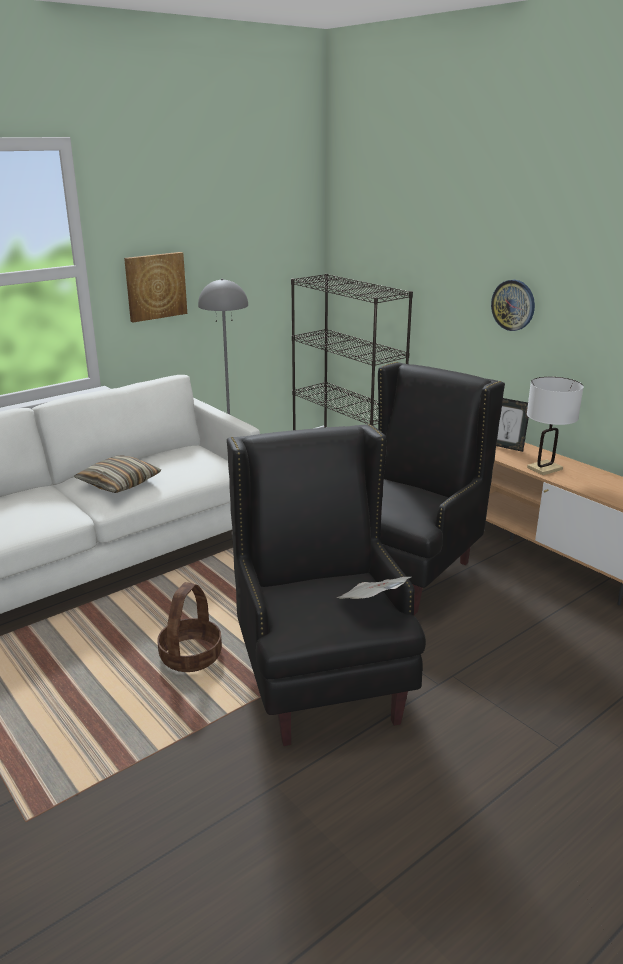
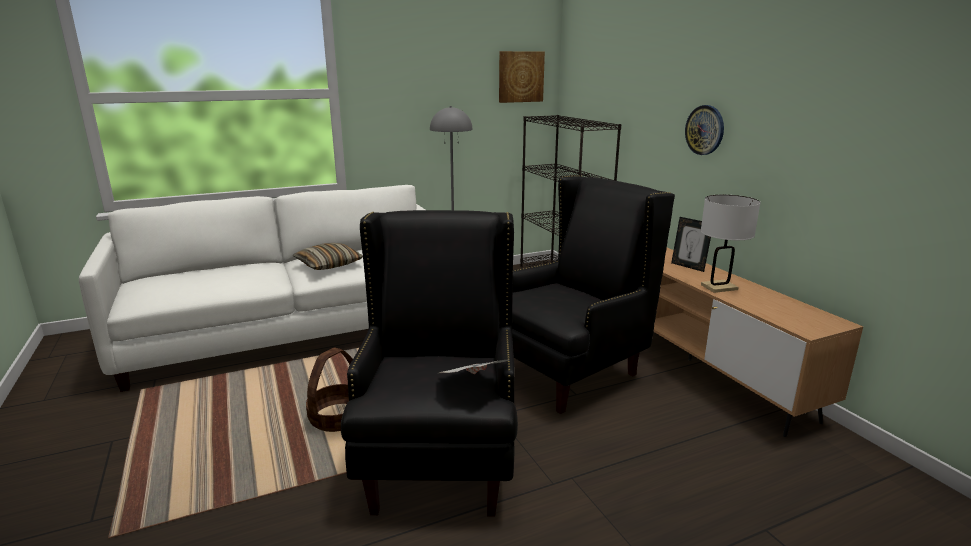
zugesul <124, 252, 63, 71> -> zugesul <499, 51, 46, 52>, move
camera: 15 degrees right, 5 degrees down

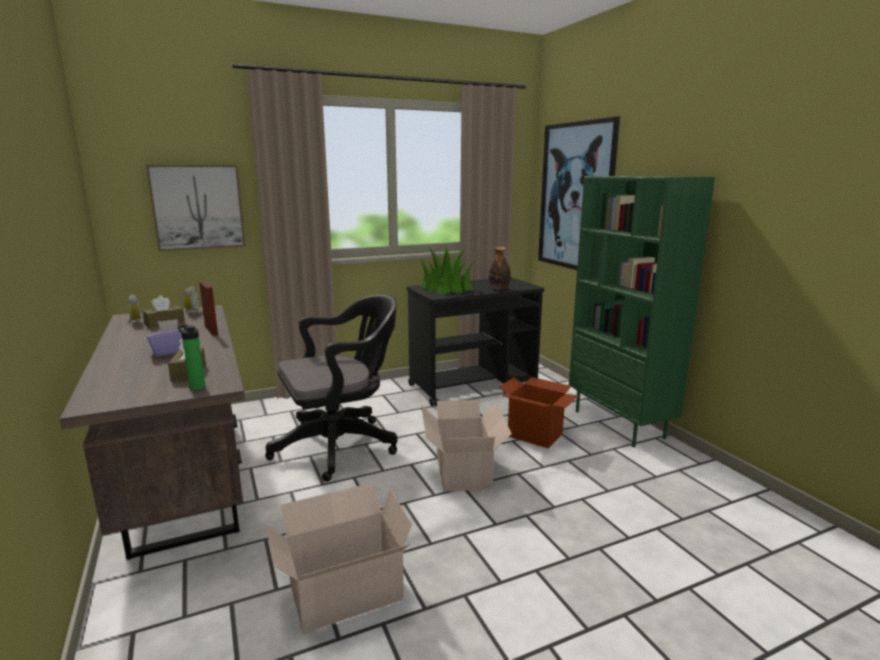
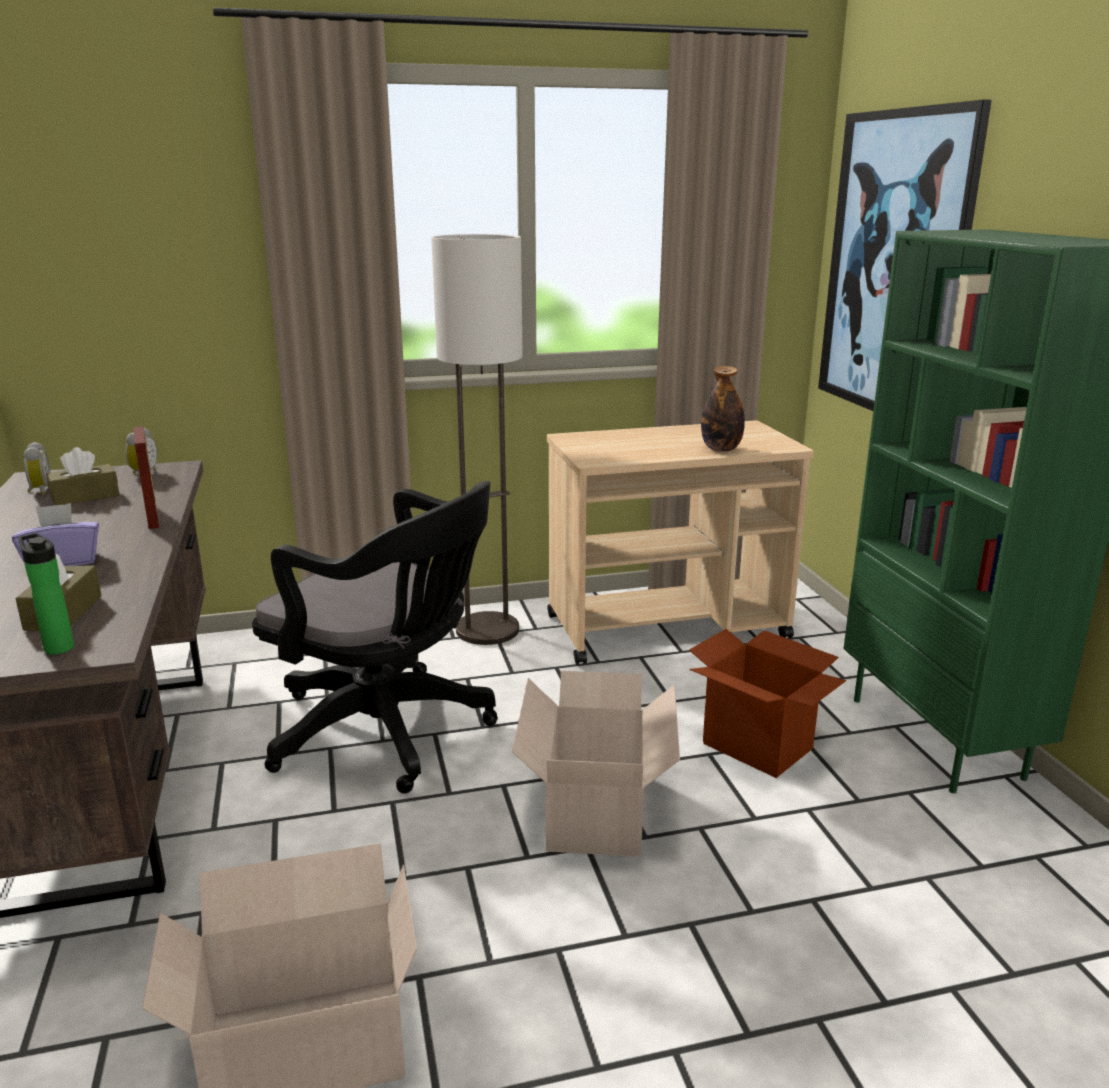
zugesul <146, 165, 99, 86> -> none
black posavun <265, 294, 133, 188> -> black posavun <252, 481, 246, 313>, 45 degrees clockwise
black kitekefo <407, 277, 137, 129> -> beige kitekefo <547, 420, 267, 244>
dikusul <420, 245, 54, 49> -> none
none -> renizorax <431, 234, 92, 411>
camera: 10 degrees right, 5 degrees up

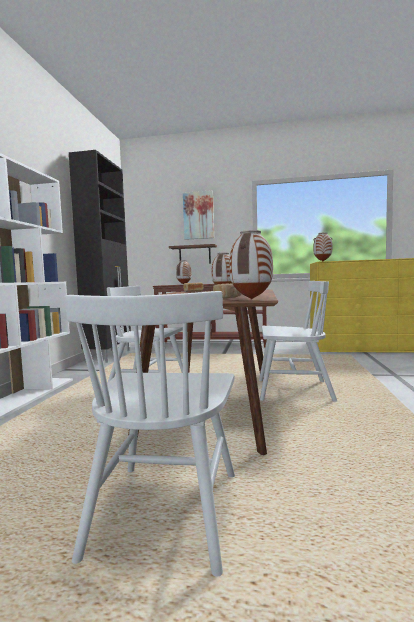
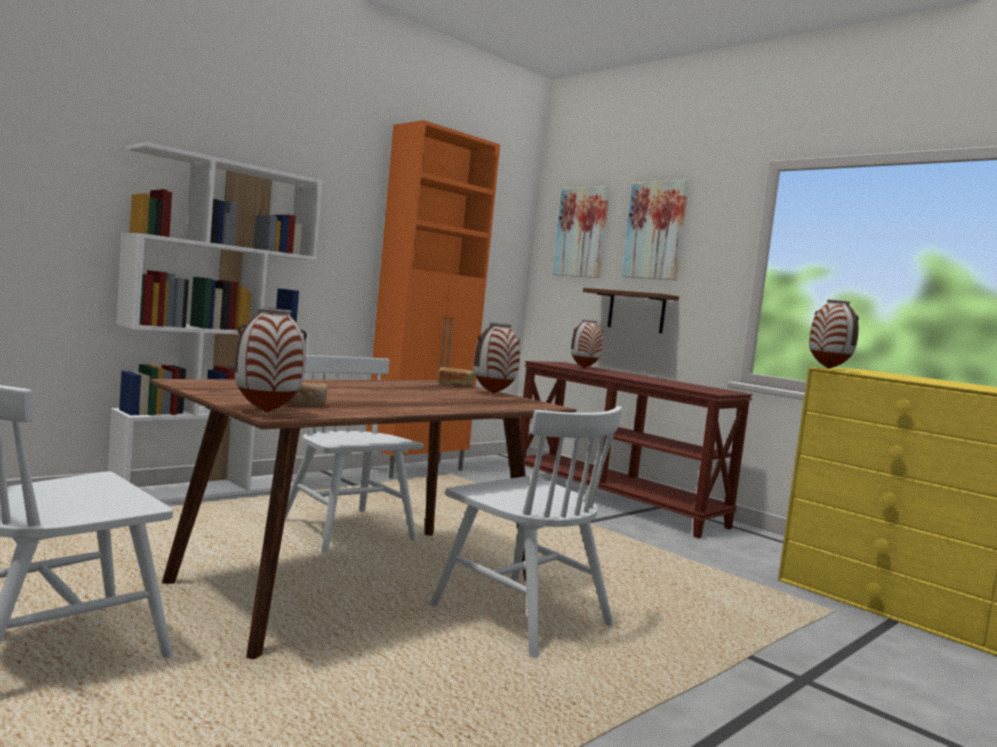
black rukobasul <69, 150, 62, 213> -> orange rukobasul <366, 120, 134, 358>
none -> zugesul <552, 186, 58, 92>
camera: 35 degrees right, 0 degrees up

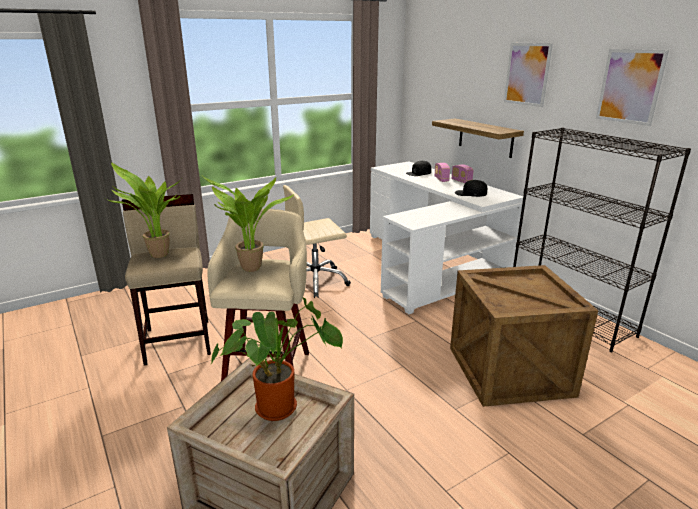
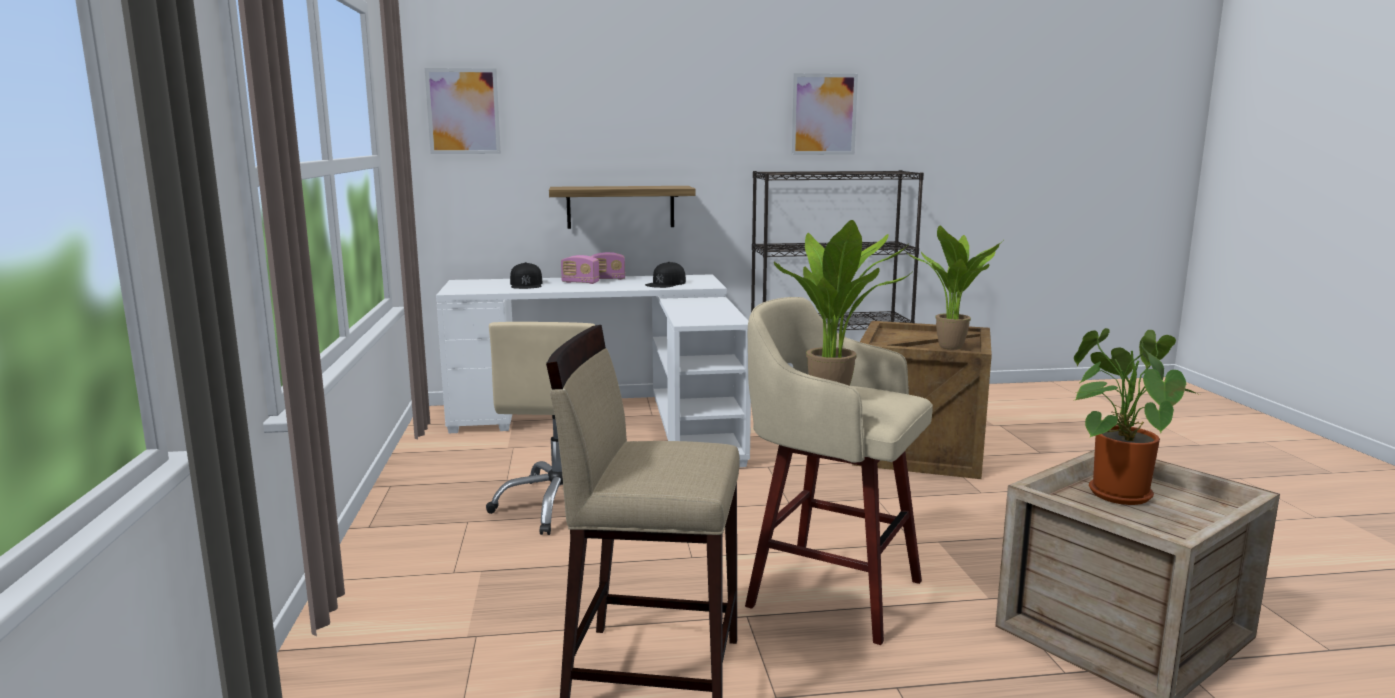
dikusul <106, 163, 75, 95> -> dikusul <905, 226, 97, 124>, move
zugesul <504, 43, 49, 64> -> zugesul <425, 68, 76, 86>, move
camera: 65 degrees left, 10 degrees down

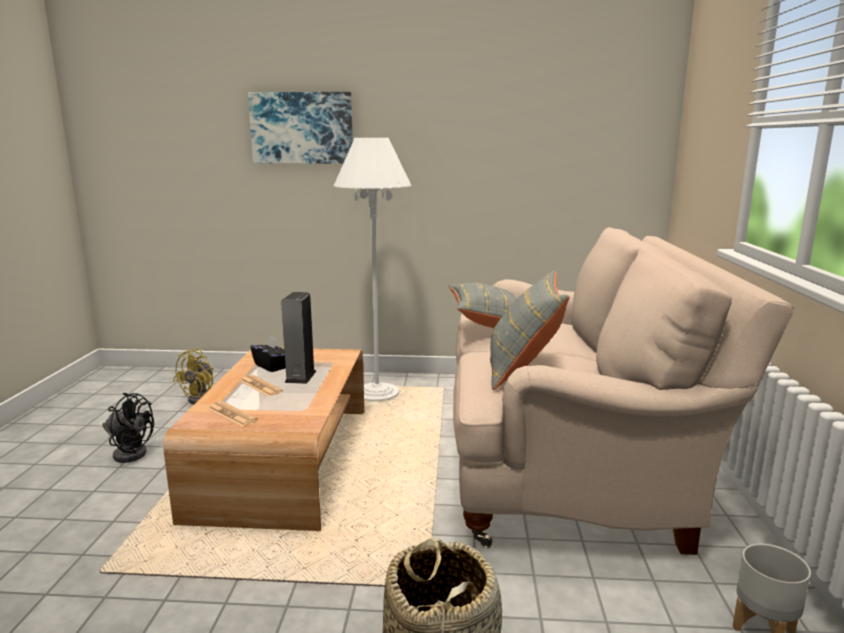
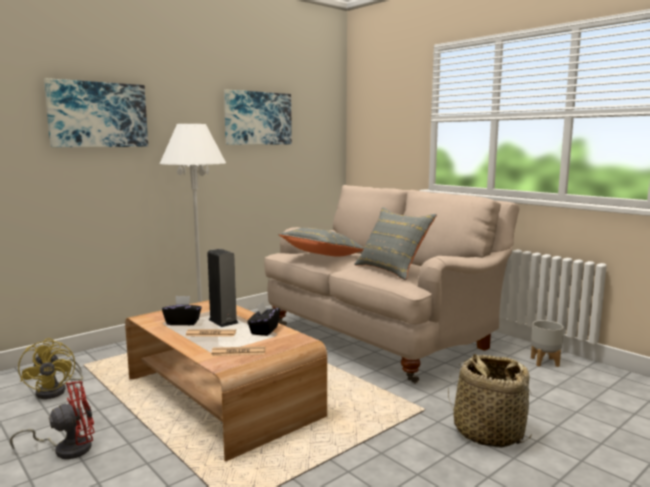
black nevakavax <102, 393, 52, 70> -> red nevakavax <10, 381, 85, 78>
none -> zugesul <224, 89, 68, 56>
none -> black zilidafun <247, 301, 33, 35>
camera: 45 degrees left, 5 degrees down

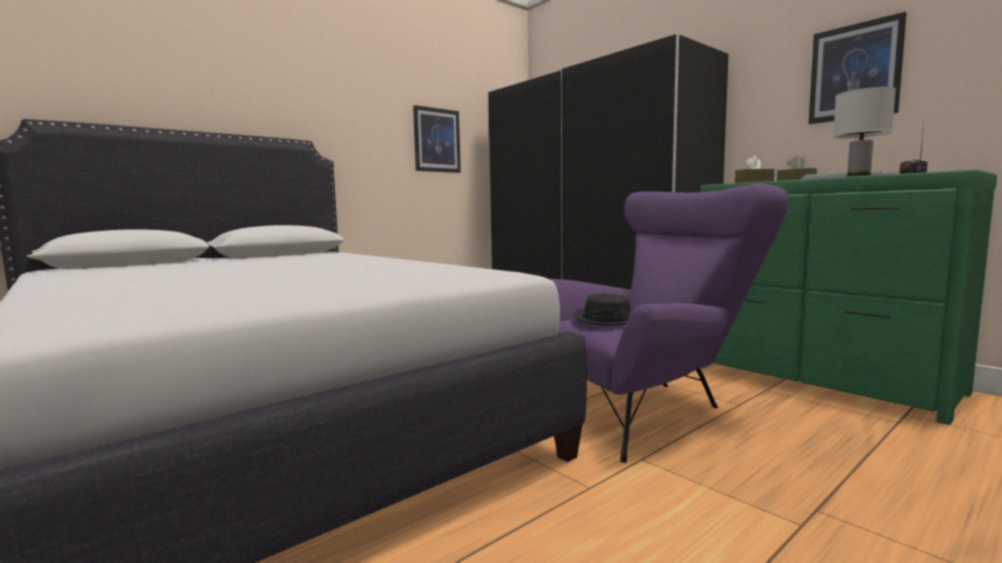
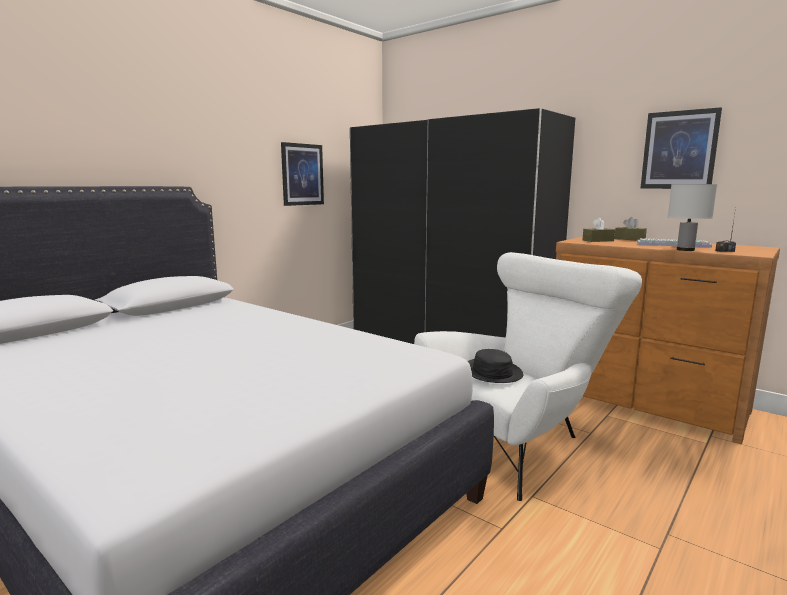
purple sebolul <550, 184, 239, 279> -> white sebolul <414, 252, 228, 249>
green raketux <700, 169, 297, 256> -> brown raketux <556, 236, 224, 208>
camera: 10 degrees left, 5 degrees up

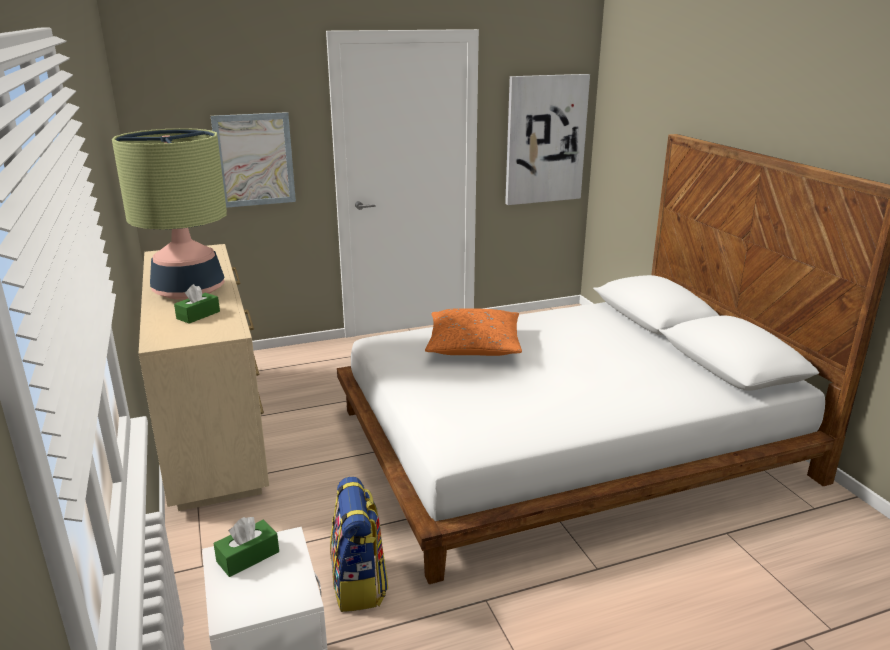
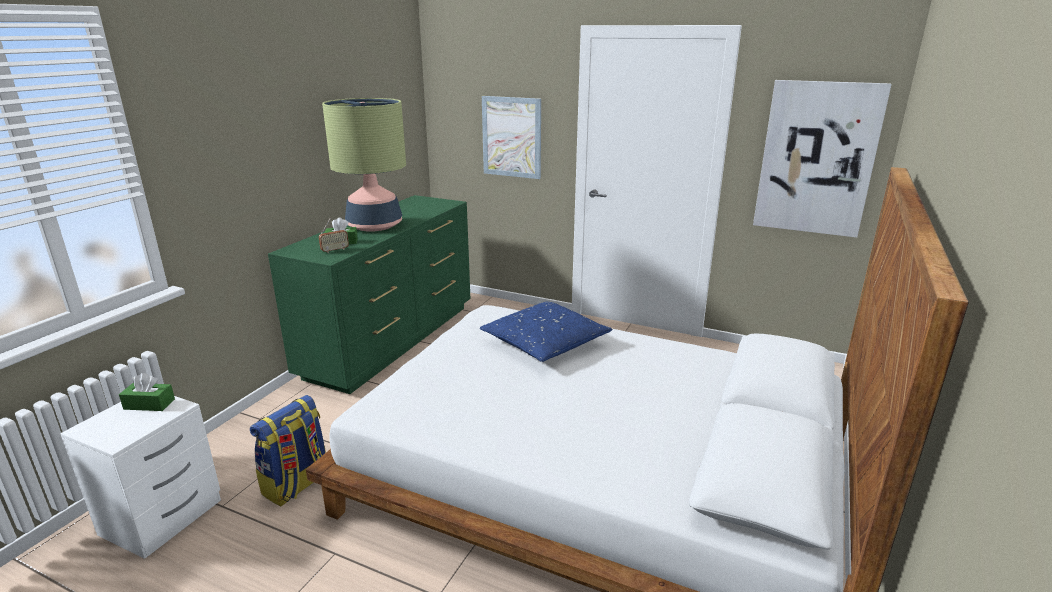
beige raketux <139, 244, 130, 267> -> green raketux <268, 195, 203, 199>
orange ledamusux <425, 308, 97, 48> -> blue ledamusux <480, 302, 132, 60>
none -> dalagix <319, 218, 30, 35>
camera: 45 degrees right, 0 degrees up

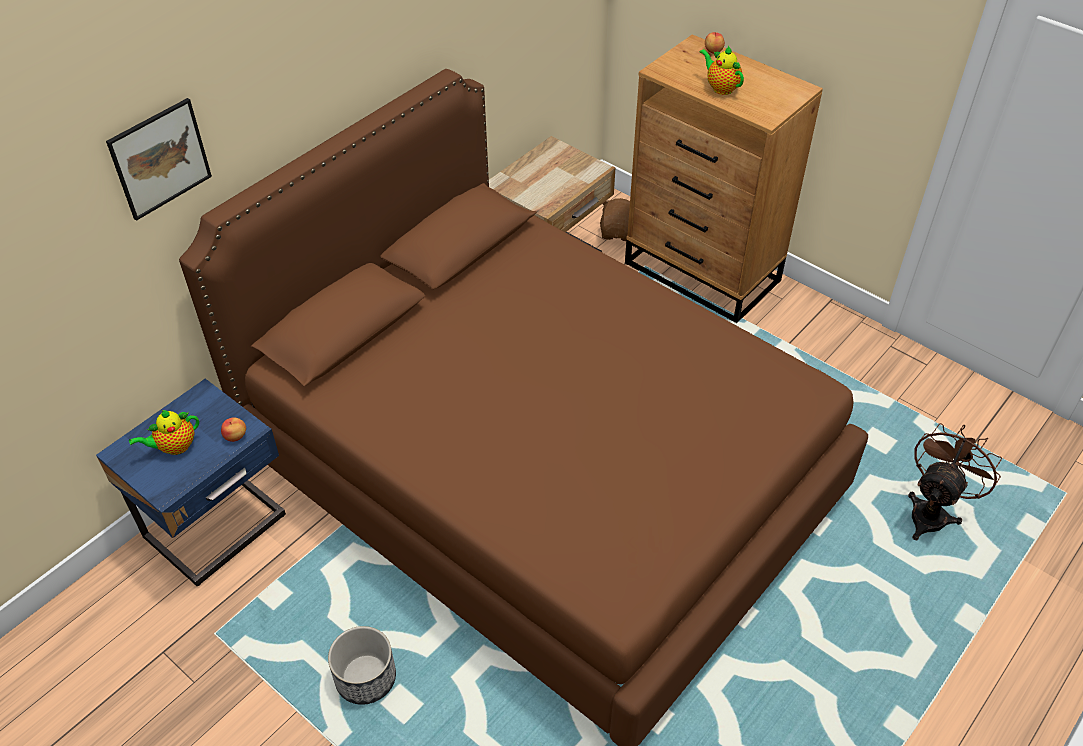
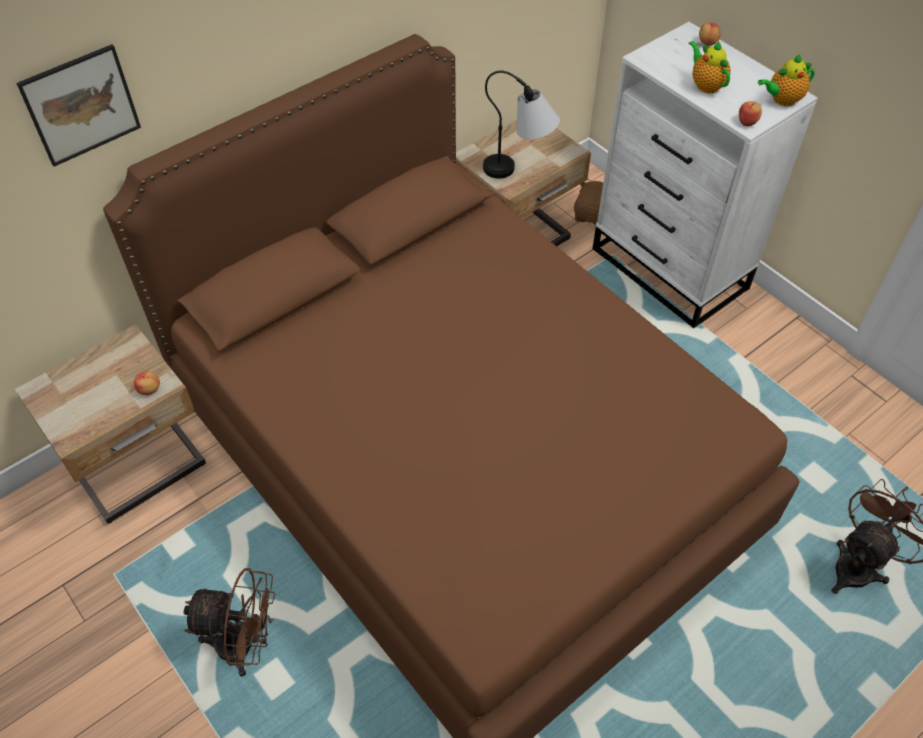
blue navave <96, 378, 190, 209> -> beige navave <15, 324, 191, 200>
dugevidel <129, 410, 70, 45> -> dugevidel <758, 54, 57, 52>, move
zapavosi <328, 626, 68, 79> -> brown nevakavax <184, 568, 92, 108>
brown raketux <625, 34, 198, 289> -> white raketux <592, 22, 226, 306>
none -> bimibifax <483, 71, 77, 108>
none -> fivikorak <739, 101, 23, 25>
camera: 10 degrees right, 5 degrees up

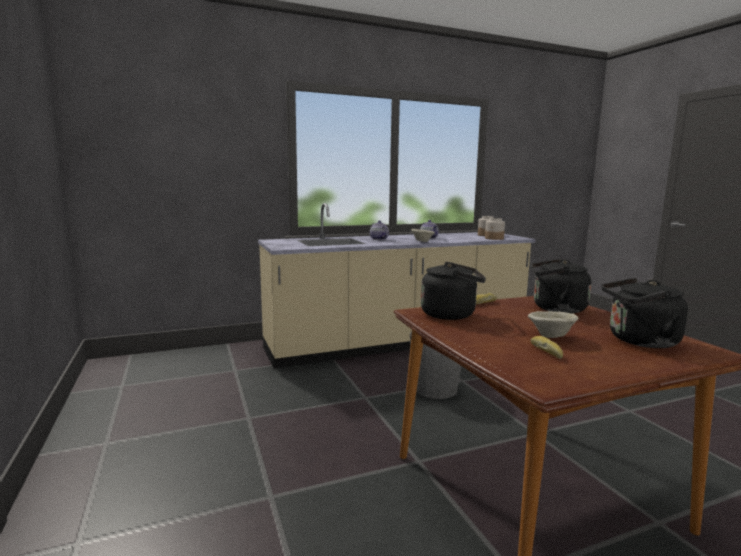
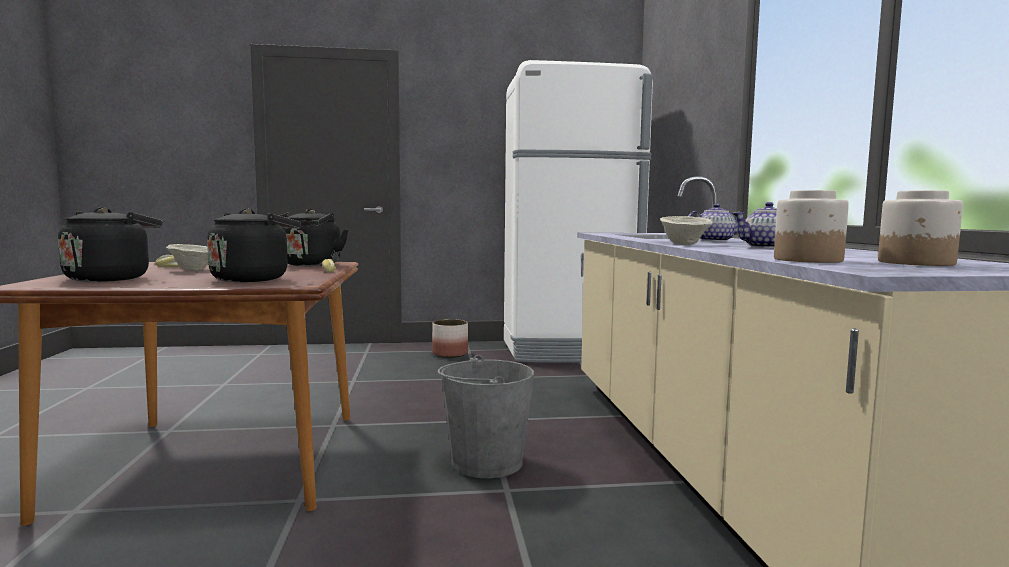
none -> zapavosi <432, 319, 36, 39>
none -> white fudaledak <504, 60, 149, 303>
camera: 105 degrees right, 5 degrees down

